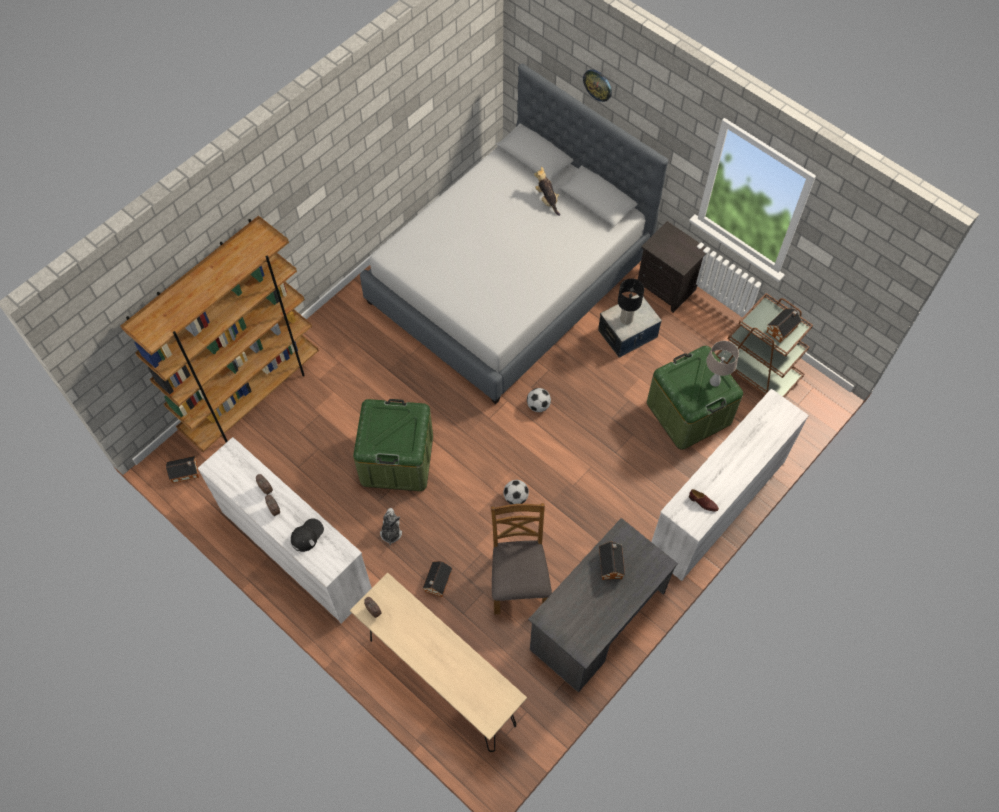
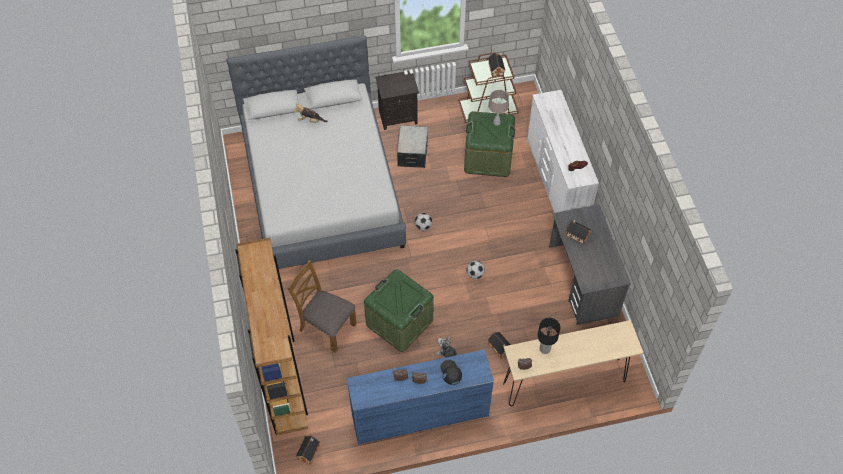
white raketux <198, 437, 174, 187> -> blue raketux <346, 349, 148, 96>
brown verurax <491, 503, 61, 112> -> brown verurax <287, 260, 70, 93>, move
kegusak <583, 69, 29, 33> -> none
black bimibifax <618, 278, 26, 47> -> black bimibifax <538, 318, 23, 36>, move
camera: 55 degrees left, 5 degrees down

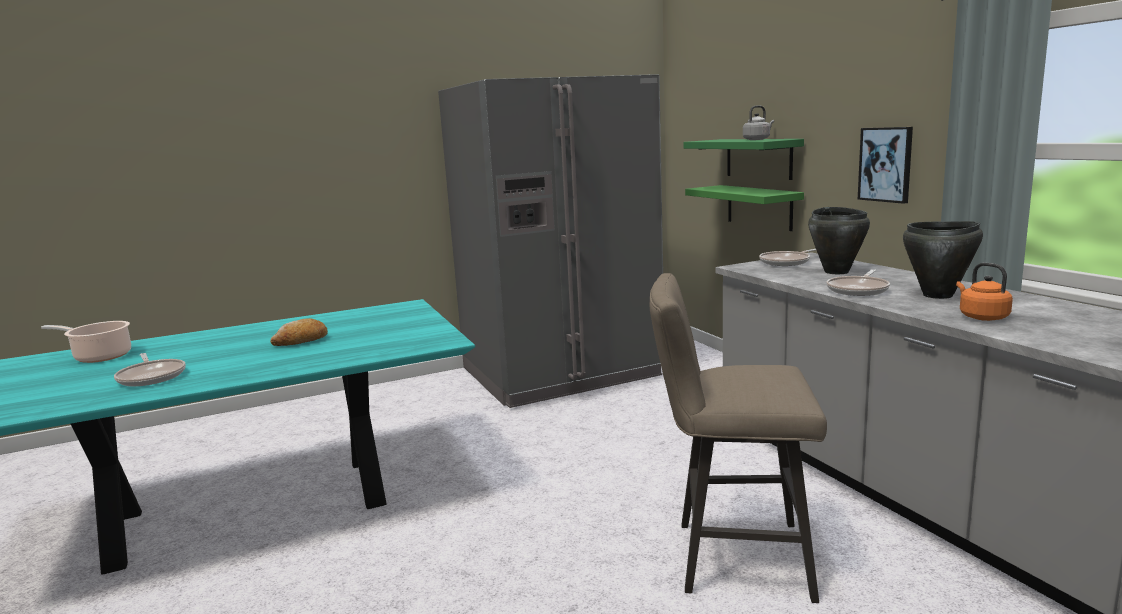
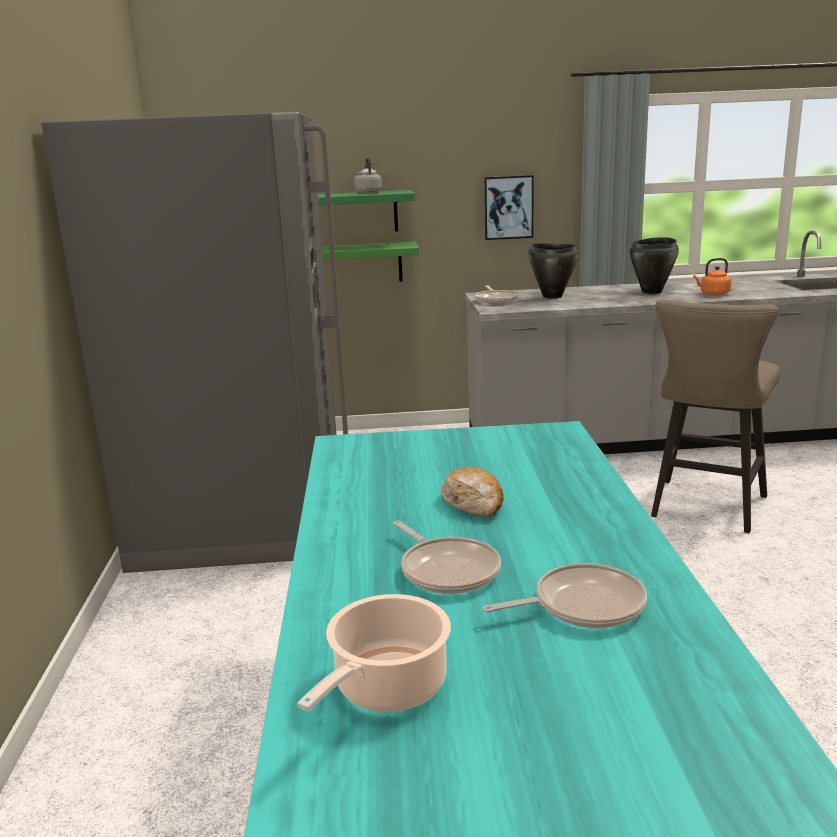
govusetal <827, 269, 63, 27> -> govusetal <393, 521, 108, 73>, move
camera: 70 degrees left, 5 degrees up

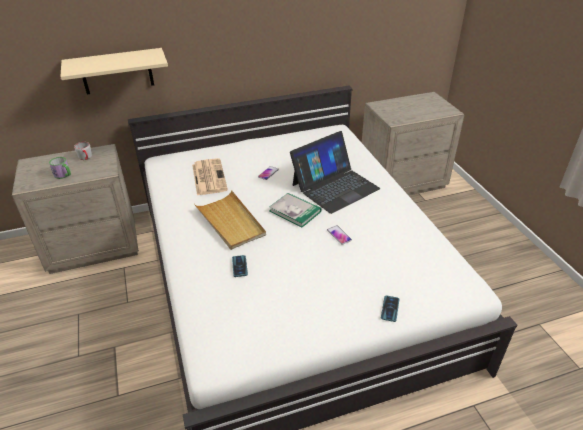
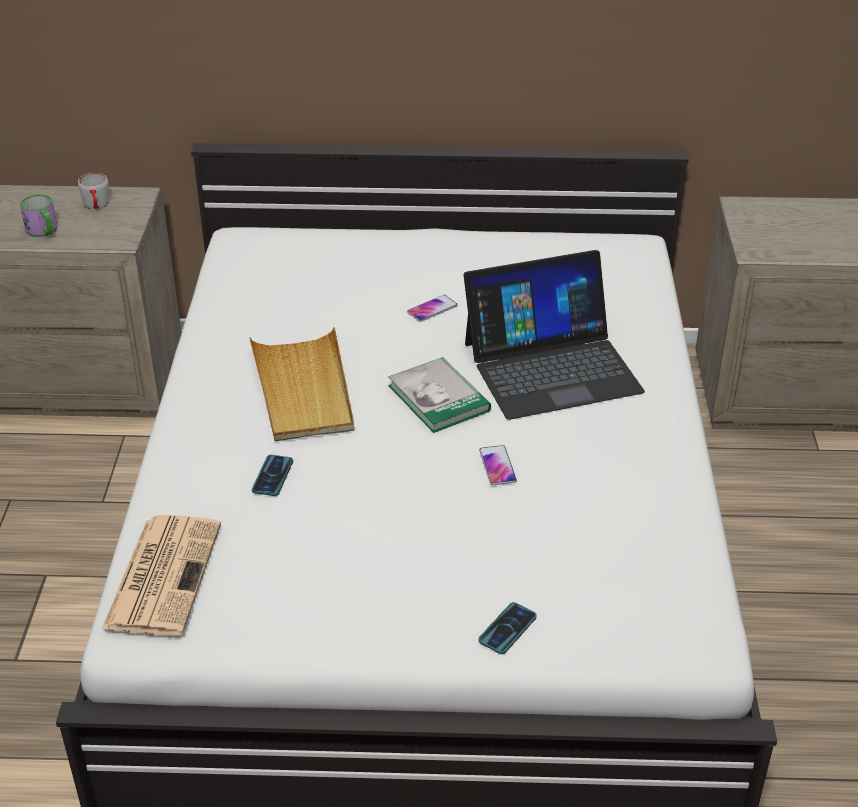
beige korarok <60, 48, 108, 47> -> none
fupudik <192, 158, 36, 38> -> fupudik <102, 515, 119, 121>, move
camera: 20 degrees right, 0 degrees up

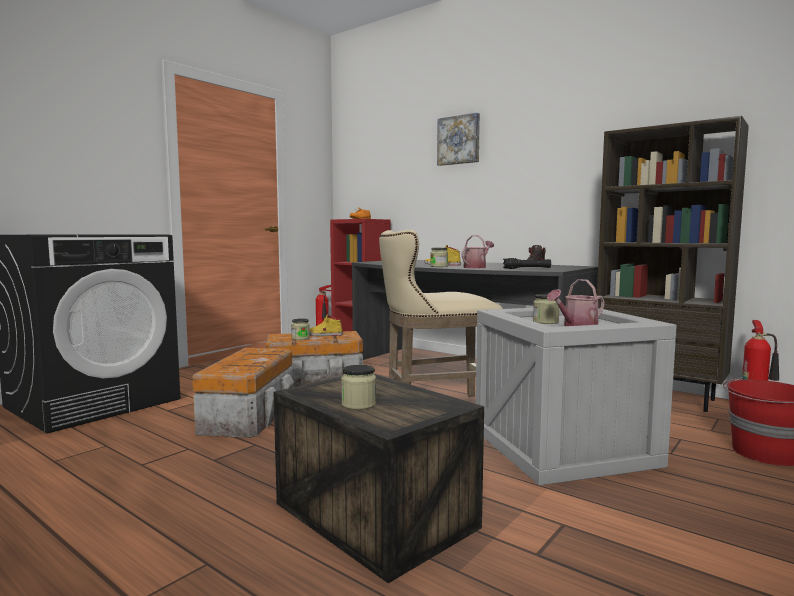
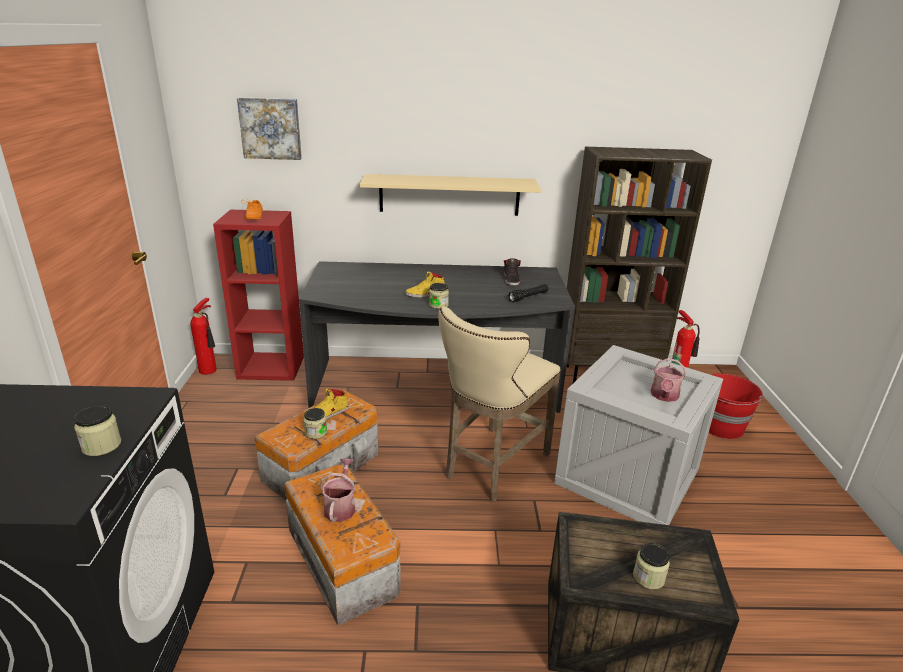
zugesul <437, 113, 43, 53> -> zugesul <237, 97, 65, 63>, move
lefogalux <461, 235, 33, 33> -> lefogalux <320, 458, 36, 64>, move
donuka <533, 294, 26, 30> -> donuka <74, 406, 47, 50>, move
none -> beige korarok <360, 174, 181, 42>
camera: 40 degrees left, 20 degrees up

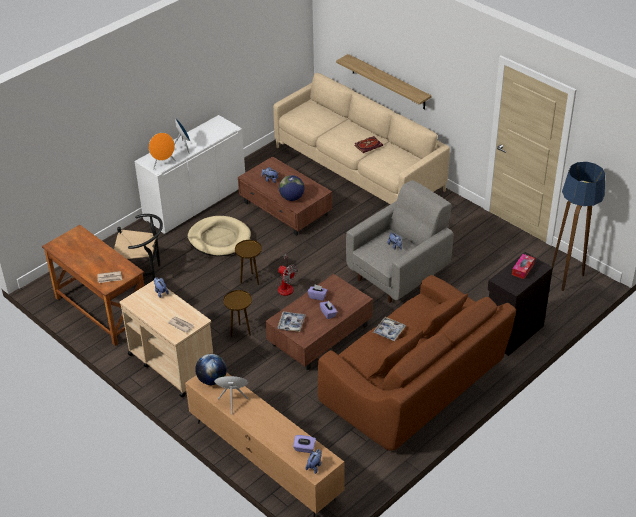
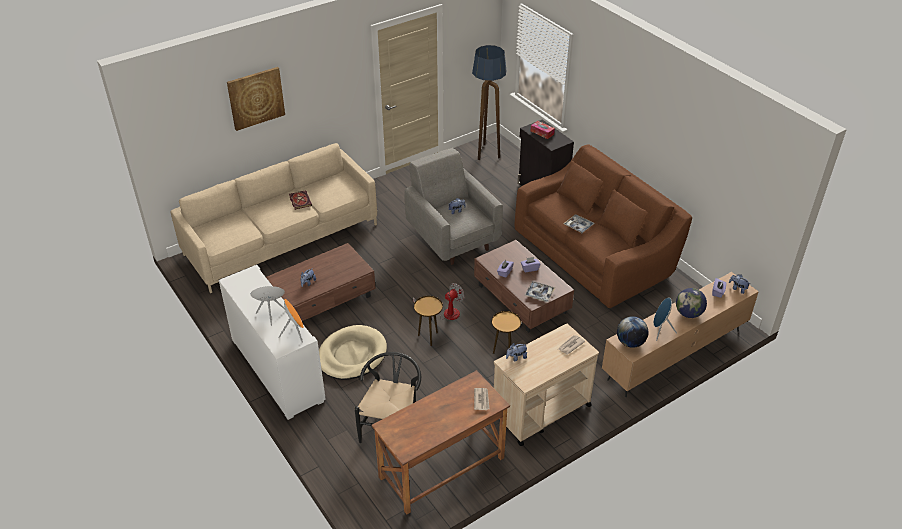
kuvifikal <279, 175, 25, 26> -> kuvifikal <676, 288, 31, 30>, move
korarok <336, 54, 96, 56> -> none
none -> zugesul <227, 67, 58, 64>
camera: 80 degrees left, 0 degrees up

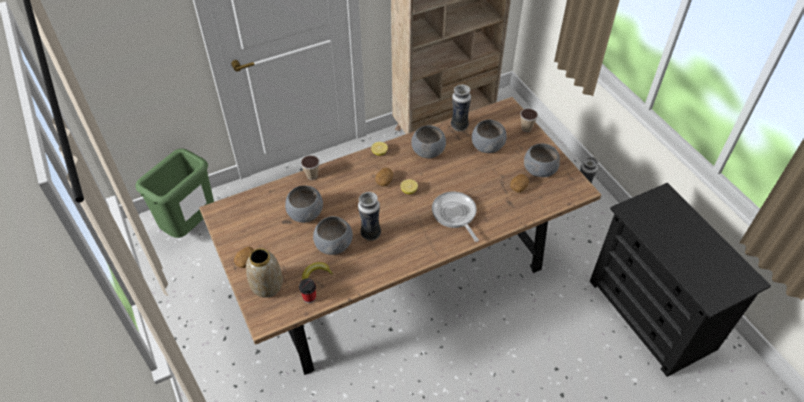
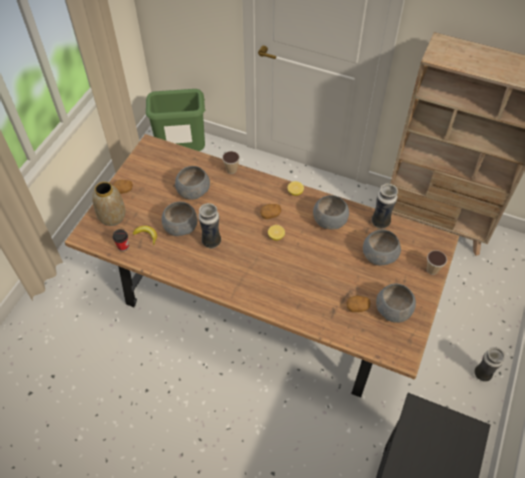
govusetal <432, 192, 47, 50> -> none
camera: 50 degrees right, 5 degrees up

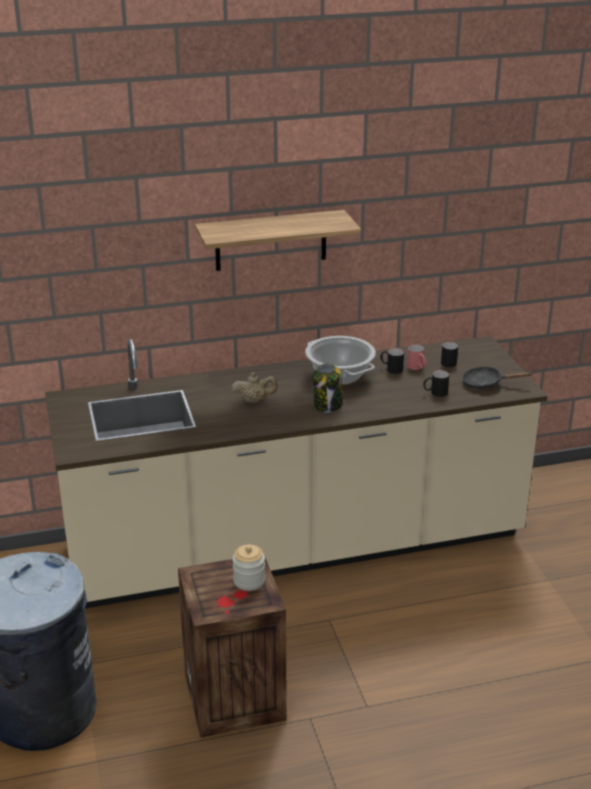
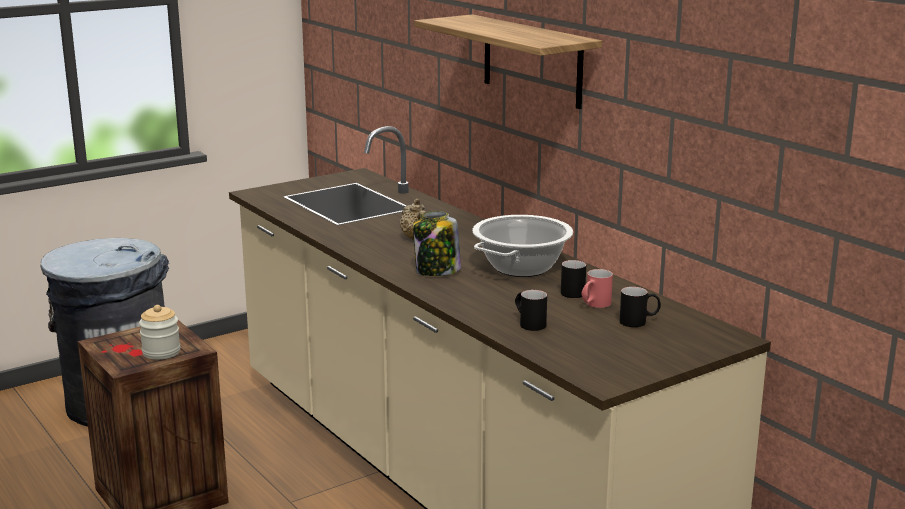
black govusetal <462, 366, 71, 23> -> none
camera: 70 degrees right, 10 degrees down

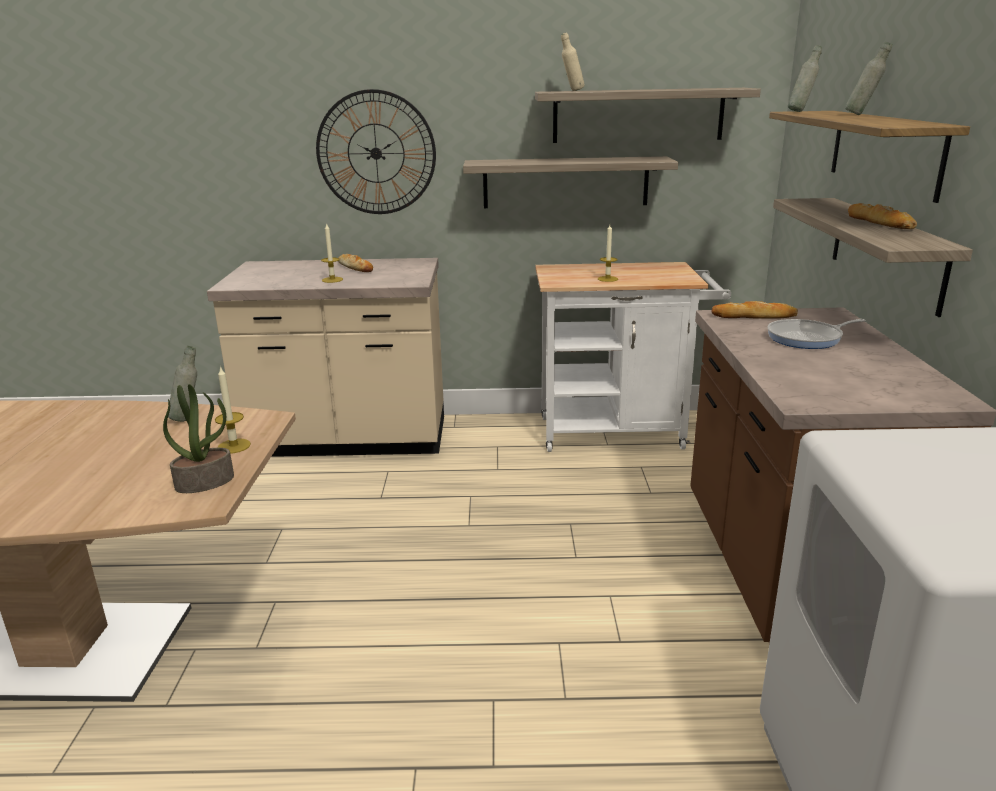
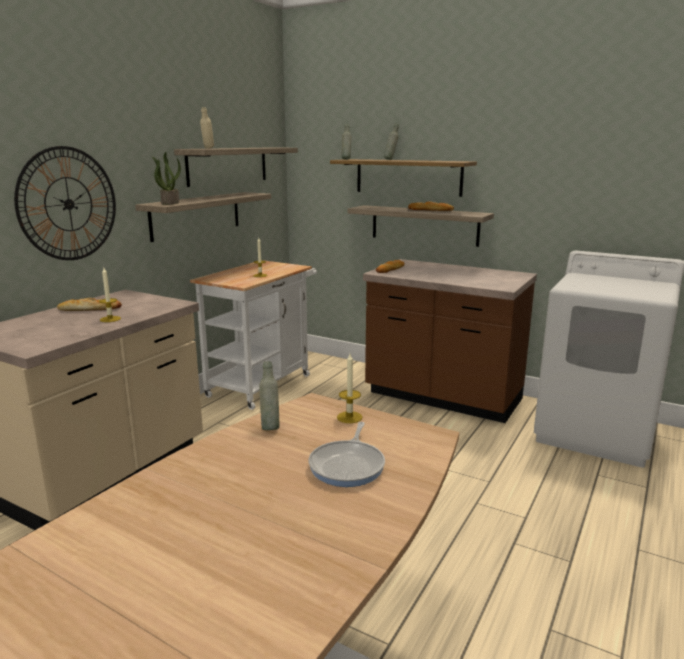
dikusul <163, 384, 71, 109> -> dikusul <152, 152, 29, 53>, move
govusetal <767, 319, 99, 30> -> govusetal <308, 422, 77, 65>, move
camera: 60 degrees left, 5 degrees down

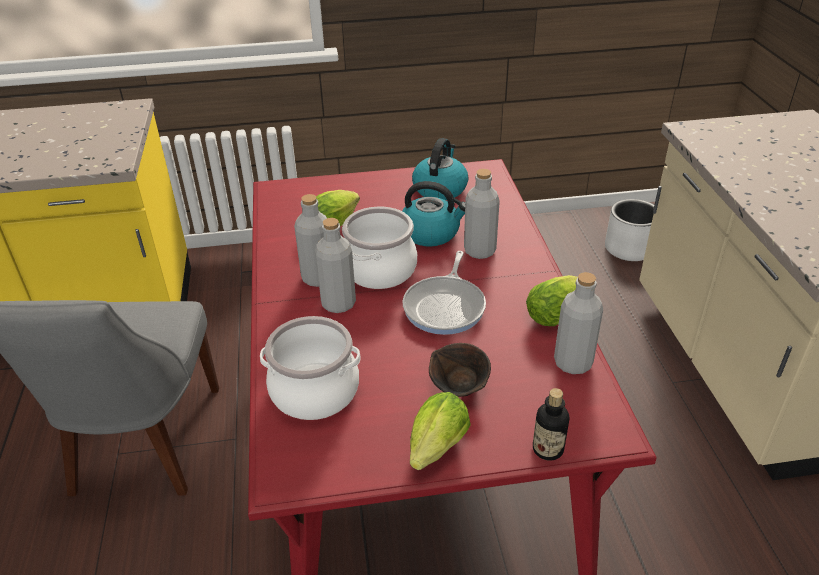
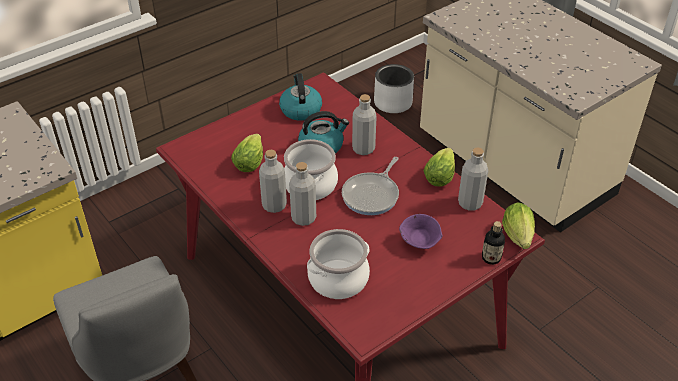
govusetal <403, 251, 83, 84> -> govusetal <342, 157, 57, 58>, 45 degrees clockwise
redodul <410, 392, 61, 78> -> redodul <502, 203, 33, 46>, move
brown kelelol <429, 343, 62, 54> -> purple kelelol <399, 214, 44, 35>
camera: 30 degrees left, 5 degrees up

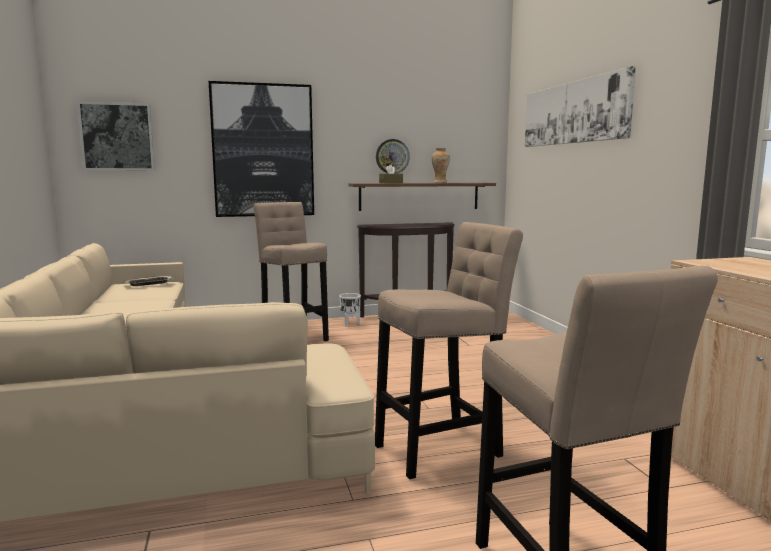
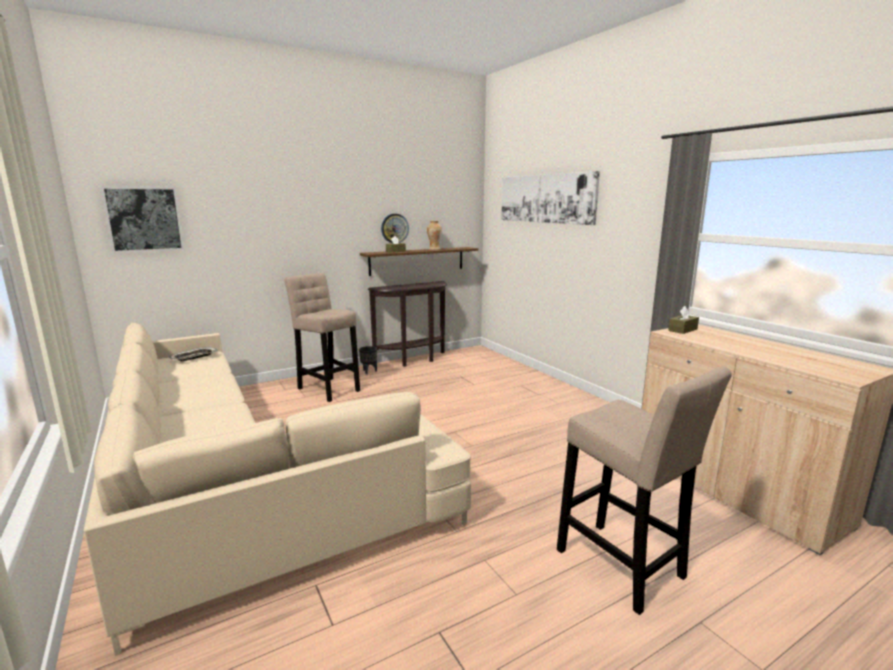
zugesul <209, 81, 105, 136> -> none
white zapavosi <340, 293, 21, 33> -> black zapavosi <359, 346, 18, 29>
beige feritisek <375, 222, 148, 257> -> none
none -> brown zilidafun <668, 306, 31, 28>
camera: 15 degrees left, 5 degrees up

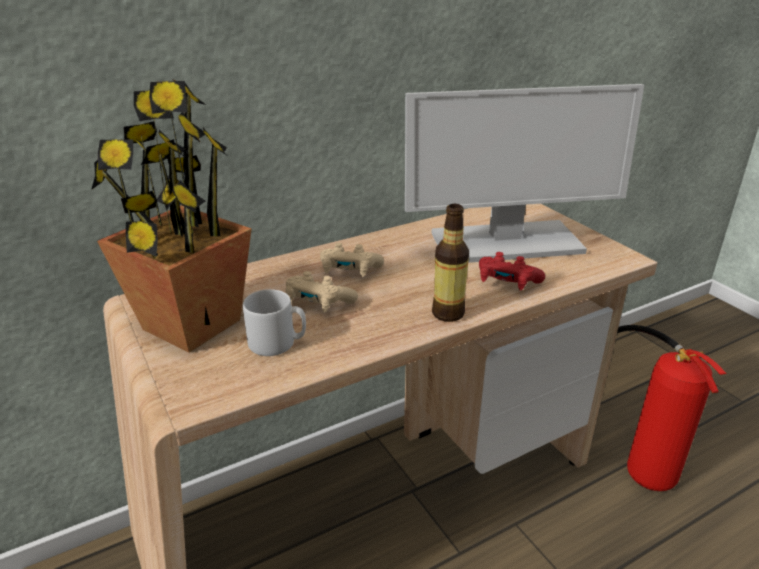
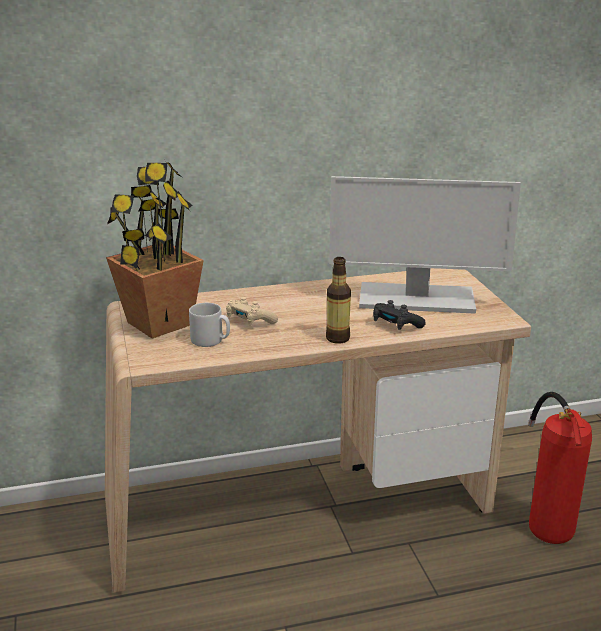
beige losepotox <320, 242, 64, 35> -> none
red losepotox <479, 252, 66, 39> -> black losepotox <373, 300, 53, 30>
camera: 15 degrees right, 5 degrees down

